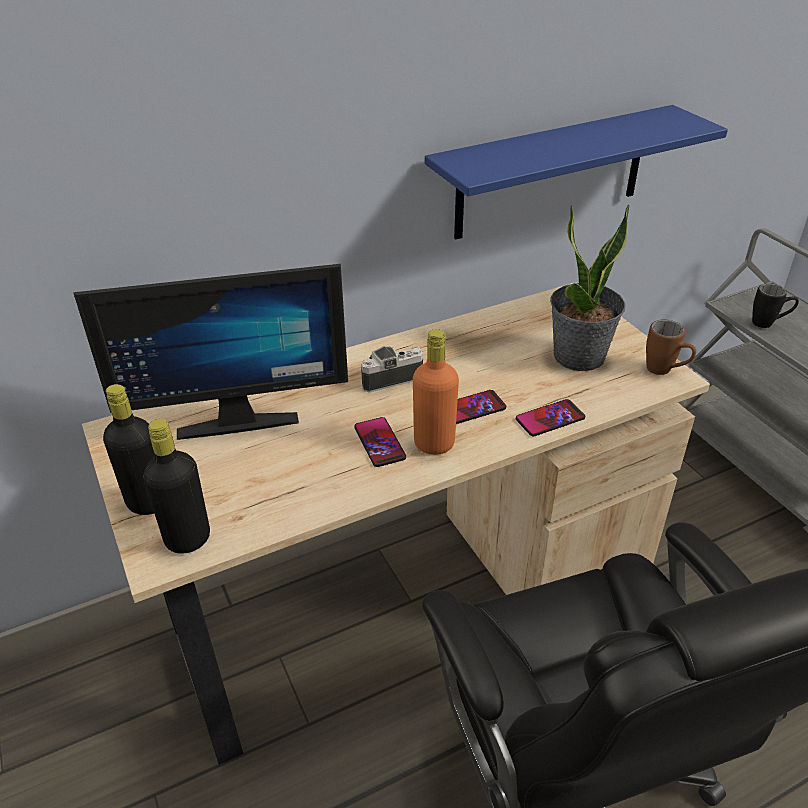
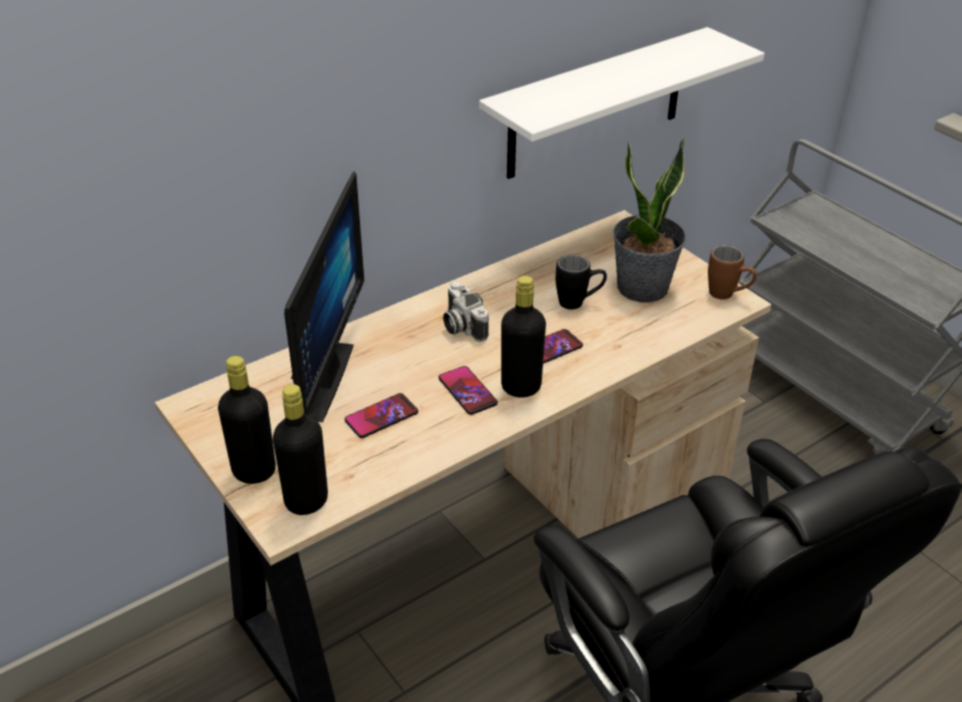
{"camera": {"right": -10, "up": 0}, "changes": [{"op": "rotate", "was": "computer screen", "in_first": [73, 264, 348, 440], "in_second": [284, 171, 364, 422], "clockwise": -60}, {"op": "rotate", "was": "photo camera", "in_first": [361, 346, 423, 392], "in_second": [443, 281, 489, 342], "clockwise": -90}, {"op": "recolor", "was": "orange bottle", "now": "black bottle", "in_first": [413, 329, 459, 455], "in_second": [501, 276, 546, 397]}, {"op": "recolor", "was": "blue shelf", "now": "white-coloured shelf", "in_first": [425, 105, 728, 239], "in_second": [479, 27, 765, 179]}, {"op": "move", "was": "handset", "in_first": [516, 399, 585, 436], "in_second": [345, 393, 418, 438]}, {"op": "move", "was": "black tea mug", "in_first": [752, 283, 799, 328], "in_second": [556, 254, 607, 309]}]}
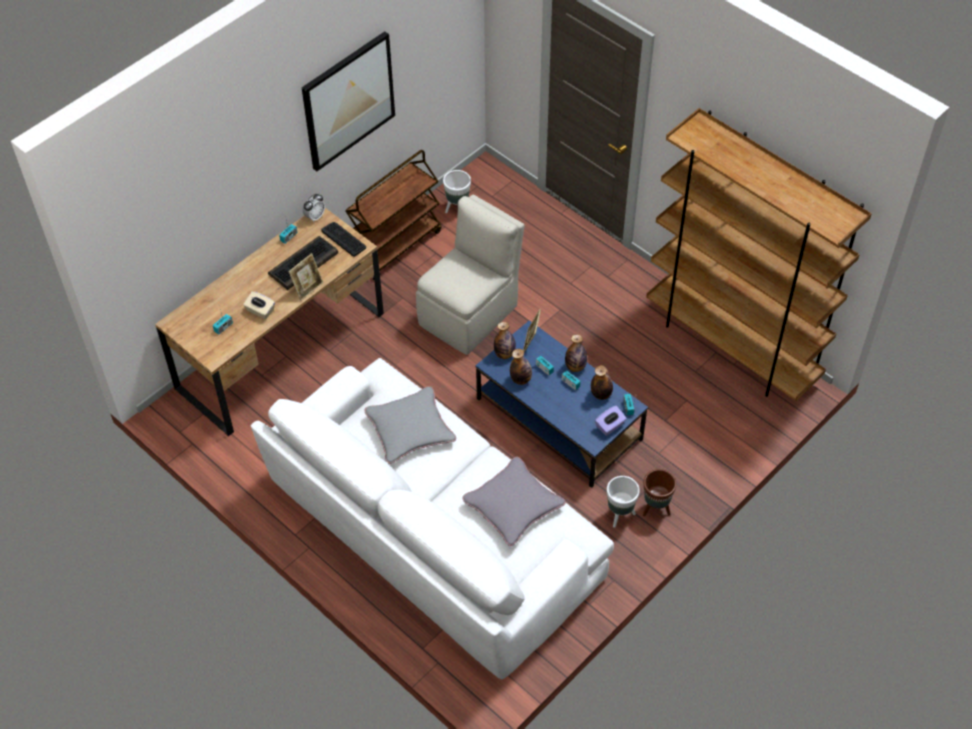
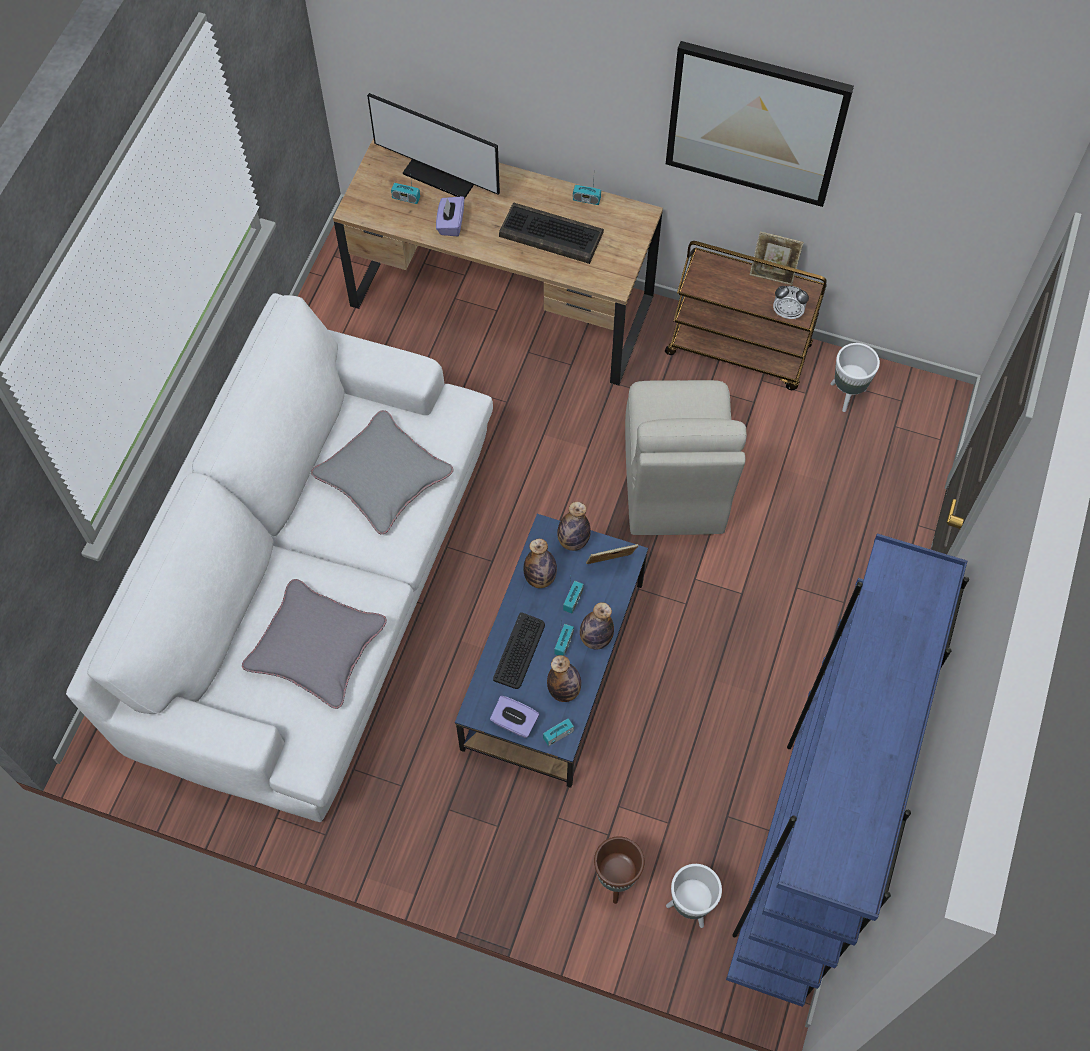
{"camera": {"right": 65, "up": 10}, "changes": [{"op": "recolor", "was": "sand-coloured box of tissues", "now": "purplish box of tissues", "in_first": [243, 291, 275, 319], "in_second": [436, 196, 464, 237]}, {"op": "move", "was": "picture frame", "in_first": [288, 253, 323, 301], "in_second": [750, 232, 804, 285]}, {"op": "move", "was": "table clock", "in_first": [303, 194, 325, 222], "in_second": [773, 286, 809, 320]}, {"op": "move", "was": "computer keyboard", "in_first": [321, 222, 366, 257], "in_second": [493, 612, 545, 689]}, {"op": "rotate", "was": "sand-coloured plain chair", "in_first": [416, 195, 524, 355], "in_second": [625, 380, 747, 535], "clockwise": 75}, {"op": "move", "was": "white-coloured planter", "in_first": [607, 476, 640, 528], "in_second": [666, 864, 722, 928]}, {"op": "move", "was": "brown planter", "in_first": [643, 469, 676, 516], "in_second": [594, 836, 644, 904]}, {"op": "recolor", "was": "brown bookcase", "now": "blue bookcase", "in_first": [646, 108, 872, 401], "in_second": [726, 533, 969, 1007]}, {"op": "insert", "now": "computer screen", "in_second": [367, 93, 500, 199]}]}
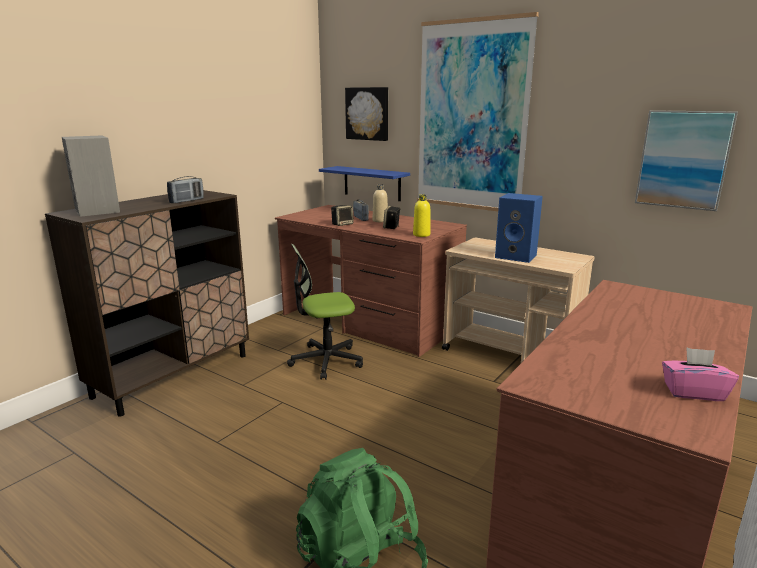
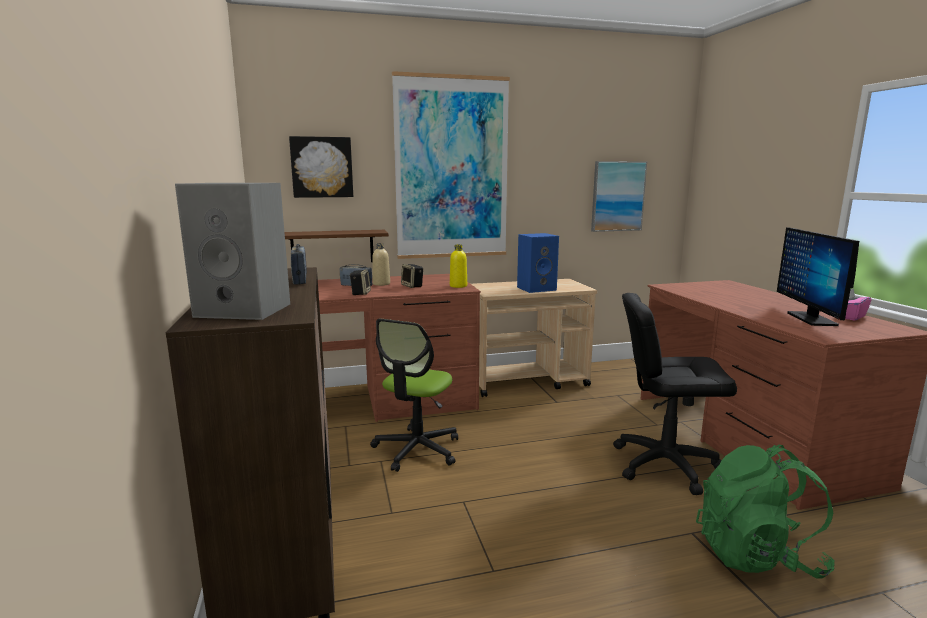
{"camera": {"right": -50, "up": -5}, "changes": [{"op": "recolor", "was": "blue shelf", "now": "brown shelf", "in_first": [319, 166, 410, 201], "in_second": [284, 230, 389, 262]}, {"op": "insert", "now": "black desk chair", "in_second": [613, 293, 737, 495]}, {"op": "insert", "now": "computer screen", "in_second": [777, 227, 859, 326]}]}
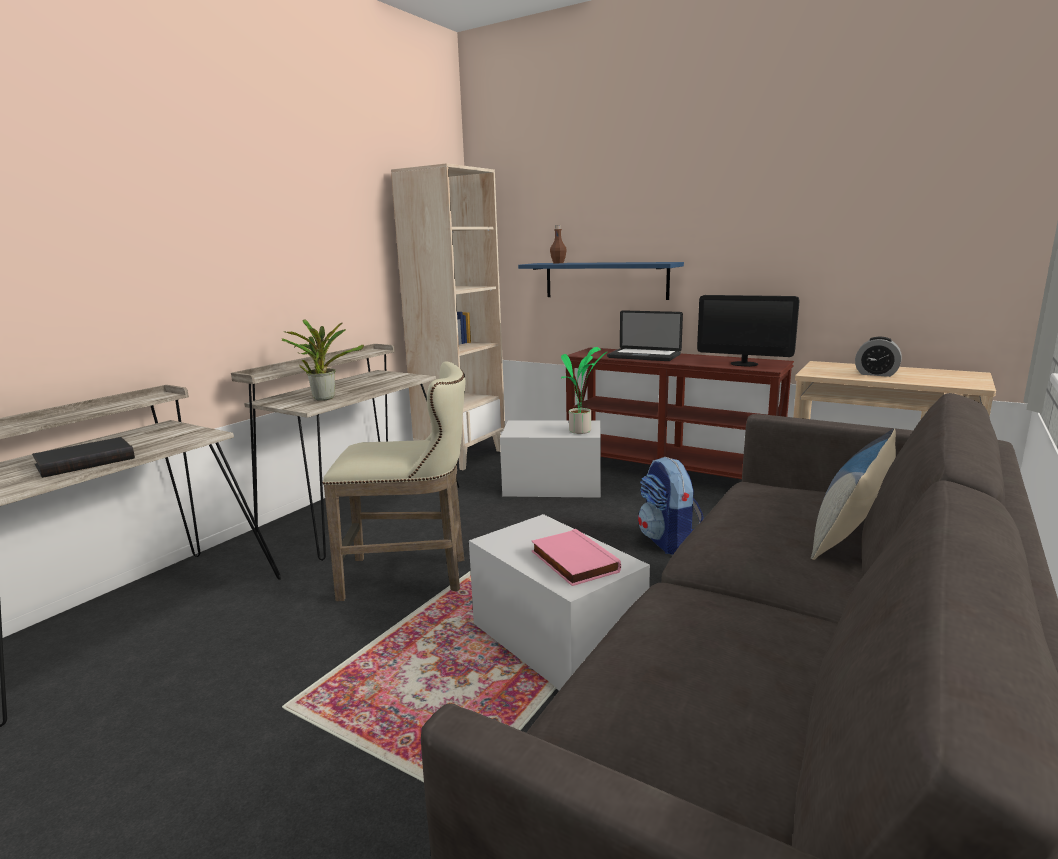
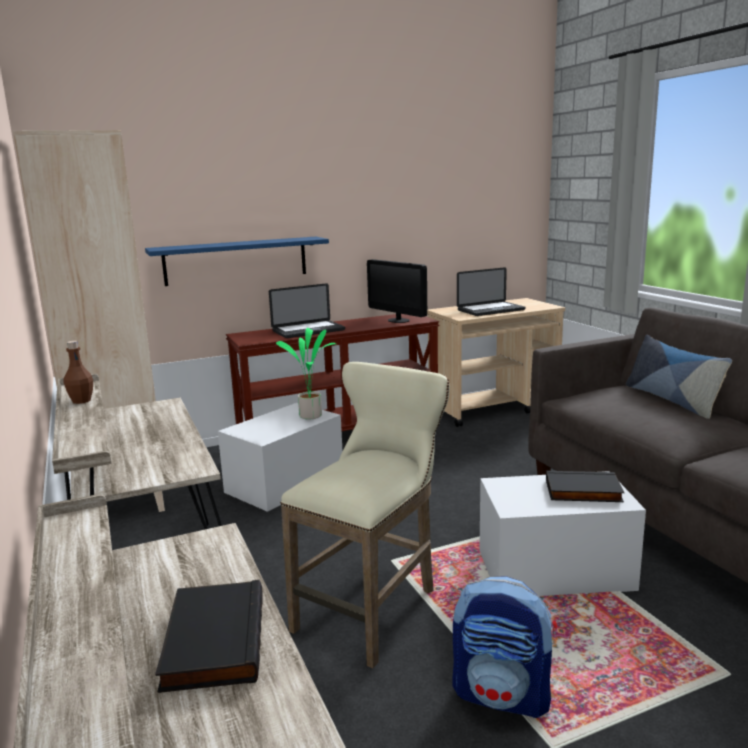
{"camera": {"right": -55, "up": 0}, "changes": [{"op": "delete", "was": "plant in a pot", "in_first": [282, 319, 364, 401]}, {"op": "recolor", "was": "pink bound book", "now": "black bound book", "in_first": [532, 529, 621, 586], "in_second": [546, 471, 624, 502]}, {"op": "move", "was": "brown bottle", "in_first": [550, 225, 567, 263], "in_second": [64, 341, 93, 404]}, {"op": "move", "was": "backpack", "in_first": [638, 457, 704, 555], "in_second": [453, 576, 557, 718]}, {"op": "rotate", "was": "computer screen", "in_first": [697, 295, 800, 367], "in_second": [367, 259, 427, 323], "clockwise": 75}, {"op": "replace", "was": "table clock", "now": "portable computer", "in_first": [855, 337, 902, 377], "in_second": [457, 267, 525, 316]}]}
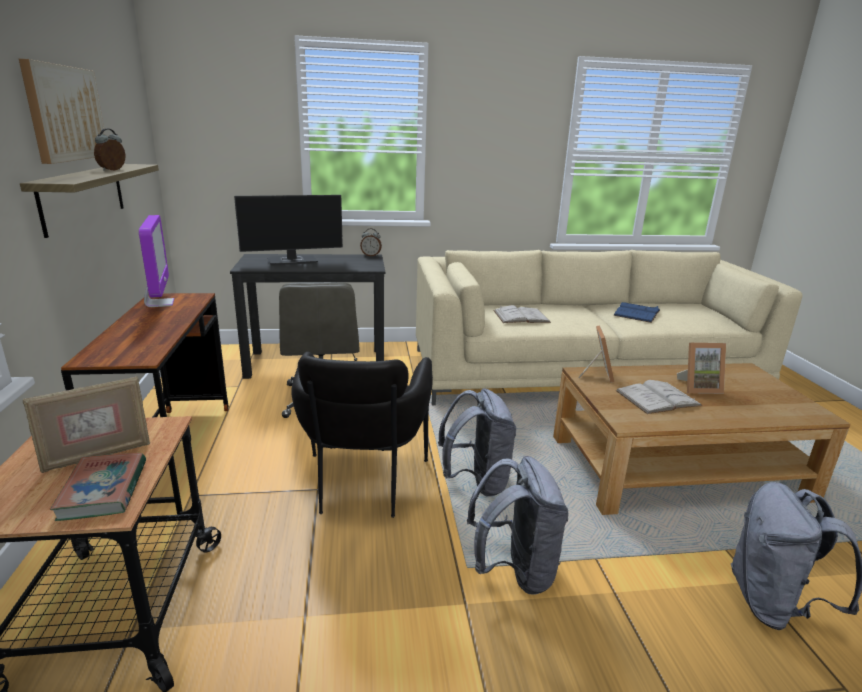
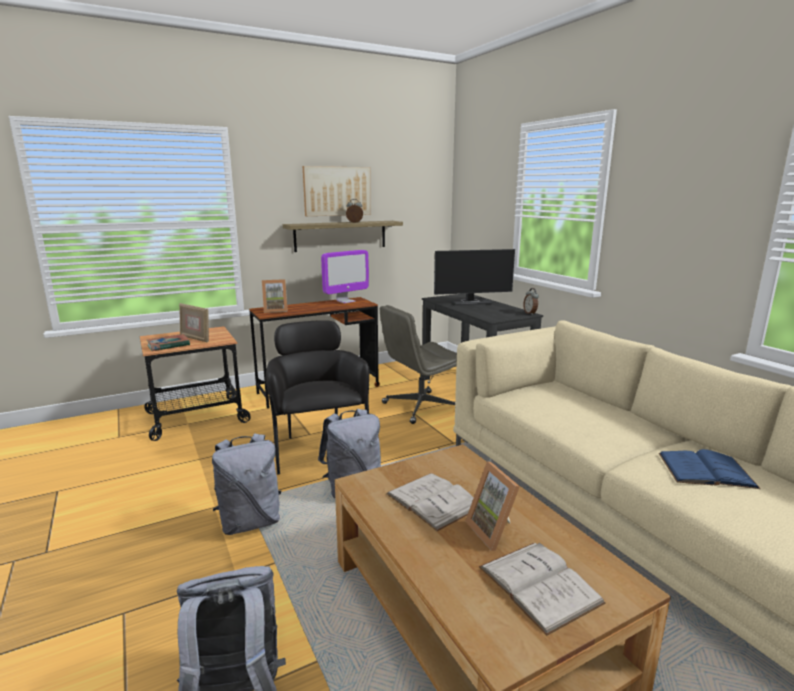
{"camera": {"right": 70, "up": -5}, "changes": [{"op": "rotate", "was": "computer screen", "in_first": [234, 195, 343, 266], "in_second": [434, 249, 515, 306], "clockwise": -60}, {"op": "rotate", "was": "black lounge chair", "in_first": [292, 352, 433, 518], "in_second": [266, 320, 369, 475], "clockwise": 90}, {"op": "move", "was": "white-coloured bound book", "in_first": [493, 305, 551, 323], "in_second": [479, 542, 606, 635]}, {"op": "move", "was": "picture frame", "in_first": [578, 325, 614, 383], "in_second": [262, 279, 288, 313]}]}
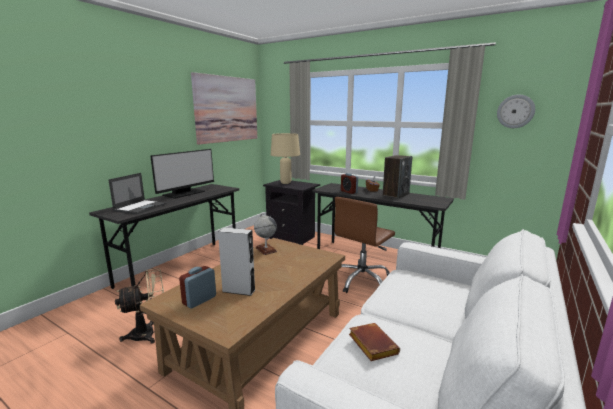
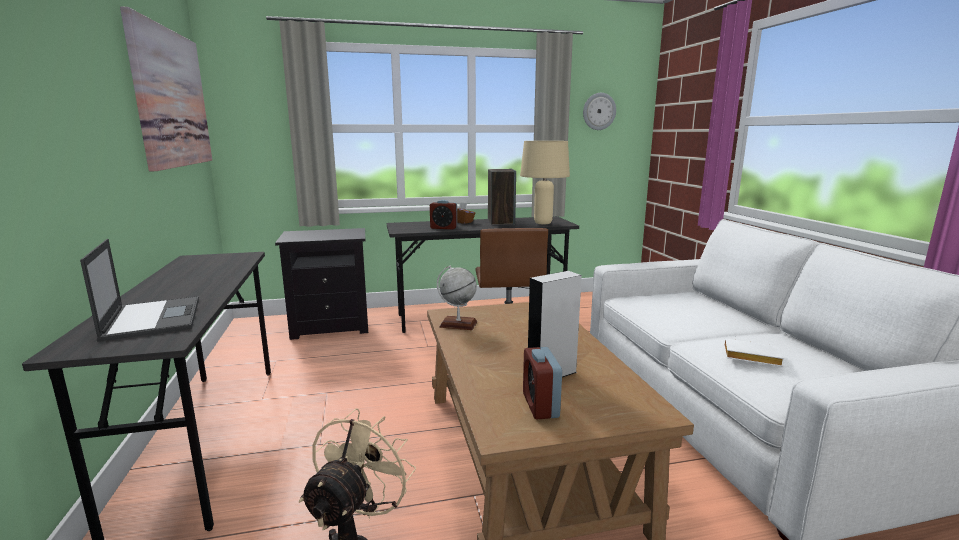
{"camera": {"right": -45, "up": 0}, "changes": [{"op": "delete", "was": "computer screen", "in_first": [150, 149, 214, 199]}, {"op": "move", "was": "sand-coloured table lamp", "in_first": [271, 133, 300, 184], "in_second": [520, 141, 570, 224]}, {"op": "recolor", "was": "brown bound book", "now": "white-coloured bound book", "in_first": [349, 323, 400, 361], "in_second": [724, 339, 784, 367]}]}
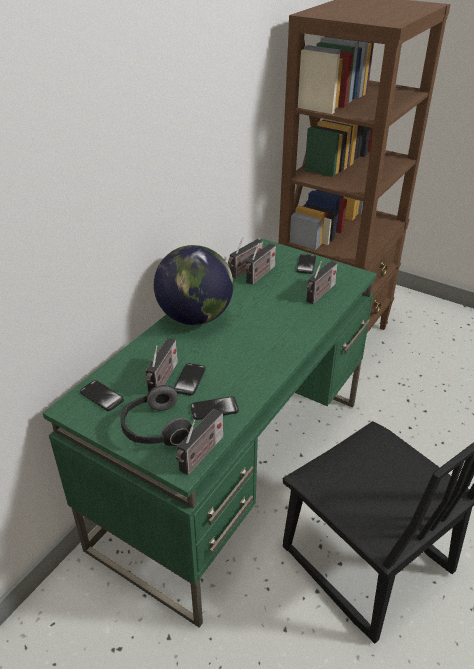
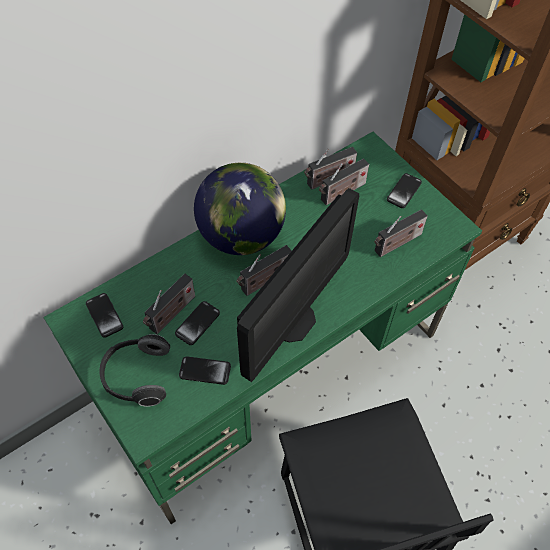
{"camera": {"right": 20, "up": 20}, "changes": [{"op": "move", "was": "radio receiver", "in_first": [176, 409, 223, 475], "in_second": [237, 245, 291, 296]}, {"op": "insert", "now": "computer screen", "in_second": [237, 188, 359, 382]}]}
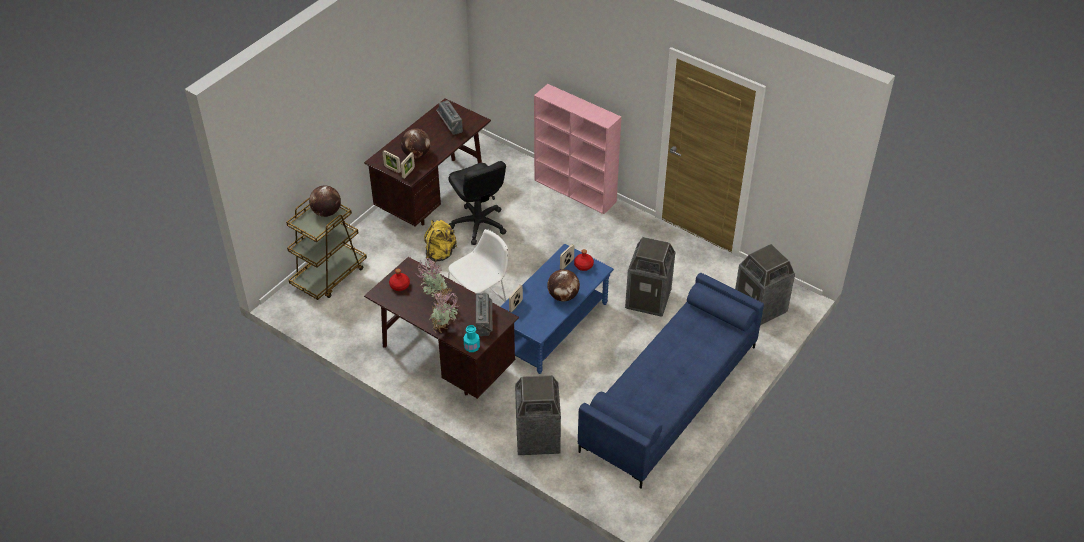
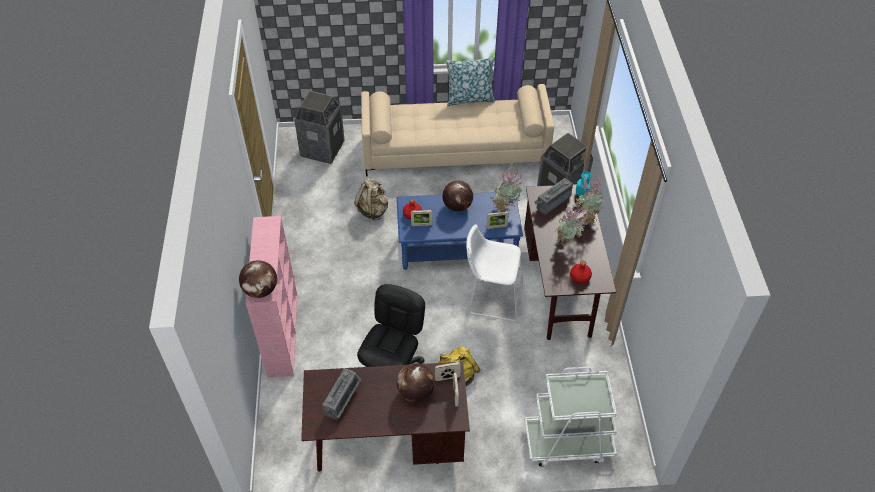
{"camera": {"right": -130, "up": 5}, "changes": [{"op": "recolor", "was": "brown trolley", "now": "white-coloured trolley", "in_first": [286, 198, 367, 300], "in_second": [525, 367, 617, 467]}, {"op": "move", "was": "world globe", "in_first": [309, 185, 341, 217], "in_second": [239, 260, 277, 298]}, {"op": "recolor", "was": "blue sofa", "now": "sand-coloured sofa", "in_first": [578, 273, 764, 489], "in_second": [361, 84, 554, 177]}, {"op": "replace", "was": "waste bin", "now": "sand-coloured backpack", "in_first": [625, 237, 675, 317], "in_second": [354, 178, 388, 220]}, {"op": "insert", "now": "cushion", "in_second": [445, 57, 495, 106]}, {"op": "insert", "now": "plant in a pot", "in_second": [490, 165, 522, 212]}]}
